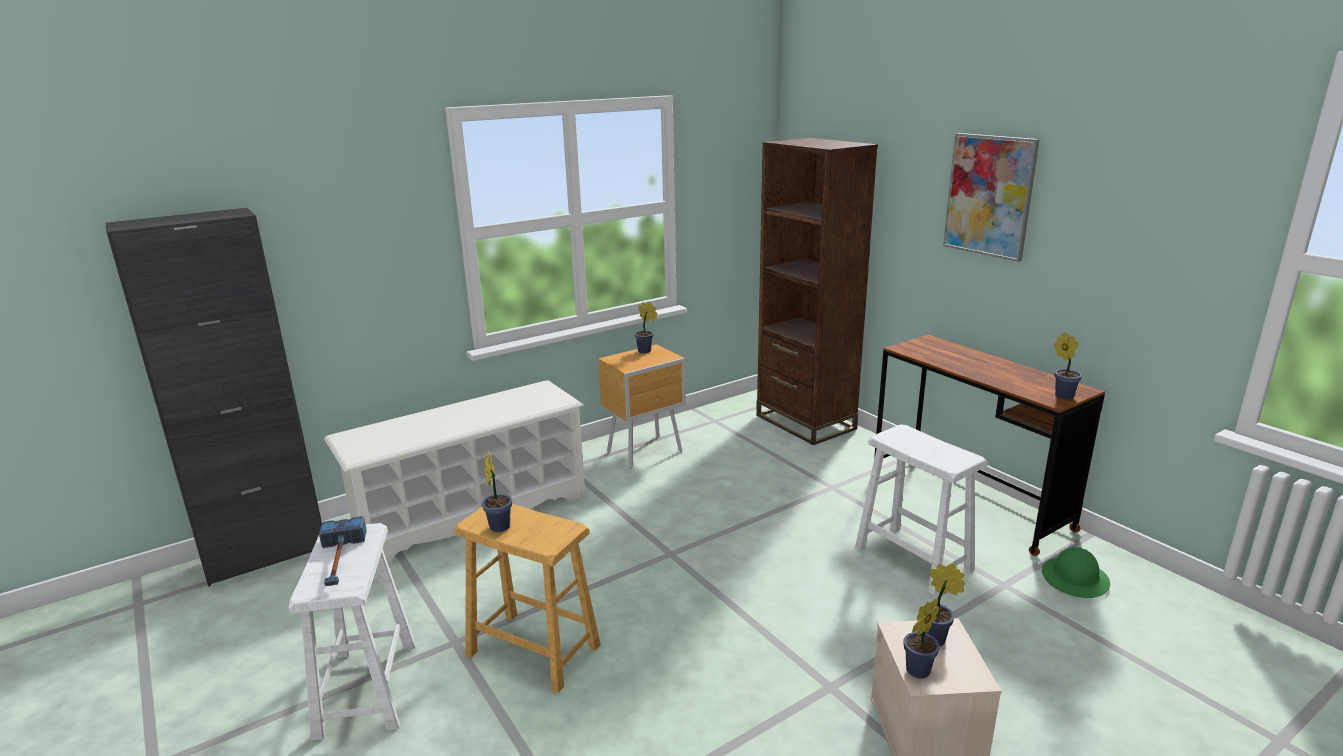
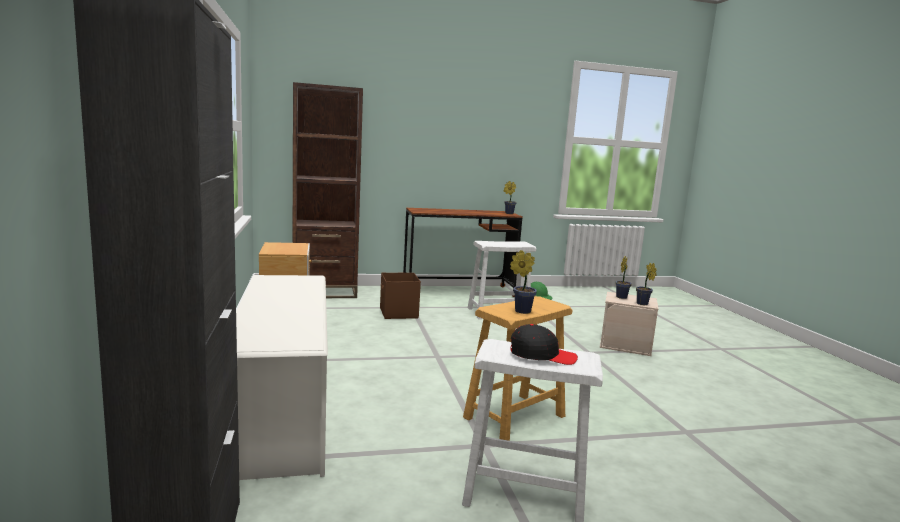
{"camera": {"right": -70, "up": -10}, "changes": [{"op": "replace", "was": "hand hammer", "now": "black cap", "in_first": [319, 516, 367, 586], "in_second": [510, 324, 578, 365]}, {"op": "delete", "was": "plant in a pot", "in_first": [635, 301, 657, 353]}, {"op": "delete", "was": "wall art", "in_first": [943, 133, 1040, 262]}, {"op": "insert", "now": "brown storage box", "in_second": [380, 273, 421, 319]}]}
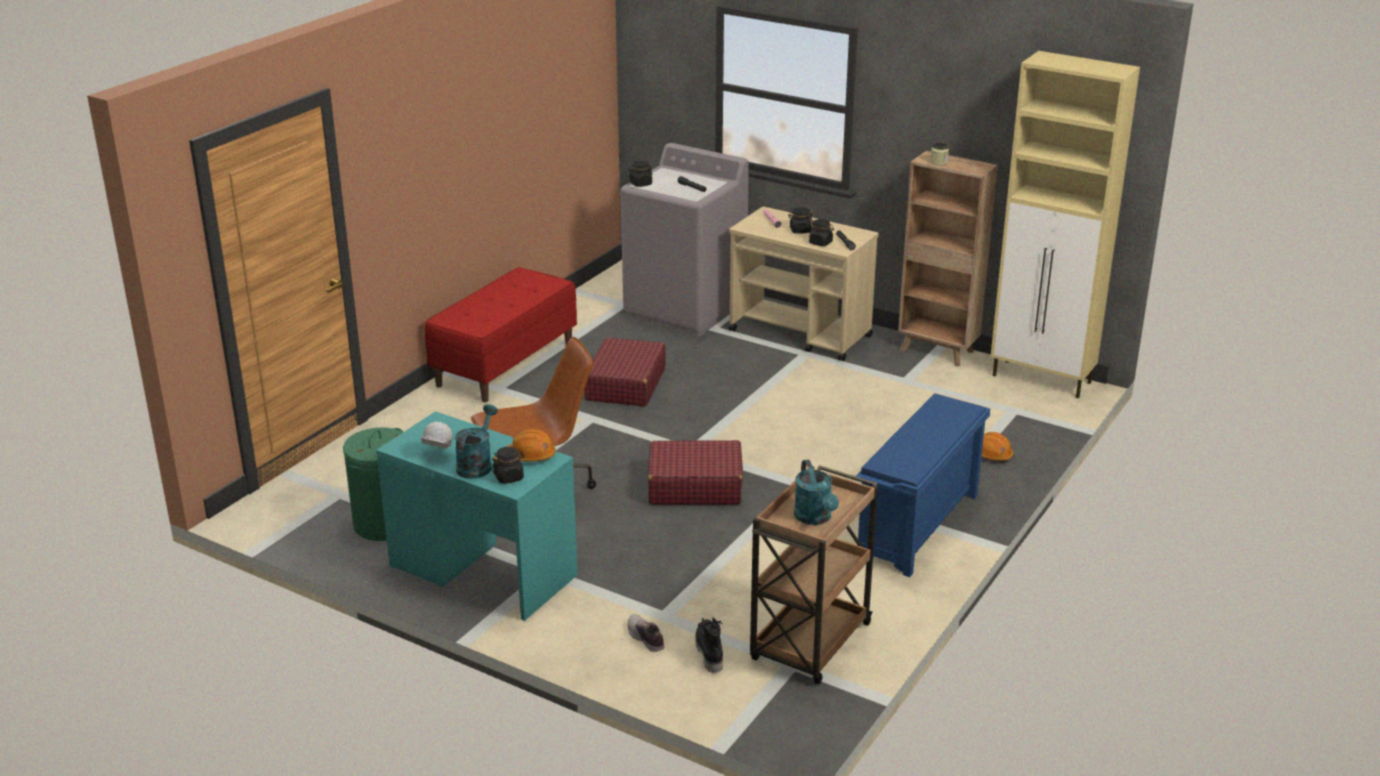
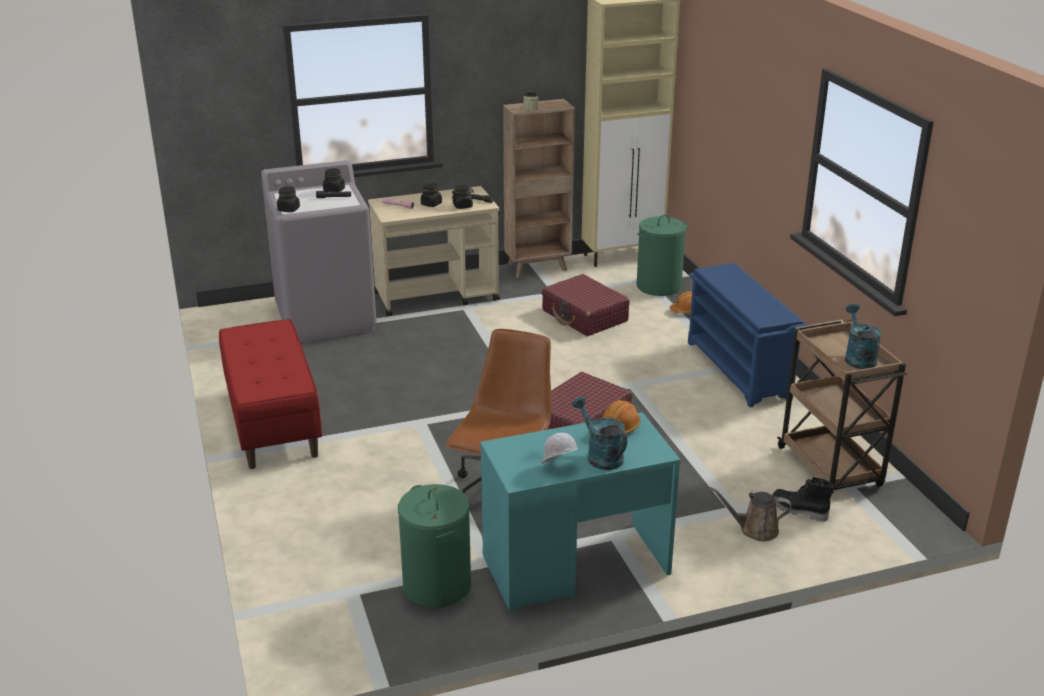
{"camera": {"right": -50, "up": 0}, "changes": [{"op": "move", "was": "black jar", "in_first": [492, 447, 525, 484], "in_second": [323, 168, 345, 192]}, {"op": "move", "was": "reddish suitcase", "in_first": [584, 337, 666, 407], "in_second": [542, 274, 630, 336]}, {"op": "replace", "was": "shoe", "now": "brown watering can", "in_first": [628, 614, 665, 652], "in_second": [710, 487, 792, 542]}, {"op": "rotate", "was": "turquoise-coloured watering can", "in_first": [794, 460, 839, 525], "in_second": [845, 303, 882, 369], "clockwise": -120}, {"op": "insert", "now": "green-coloured hamper", "in_second": [636, 215, 688, 296]}]}
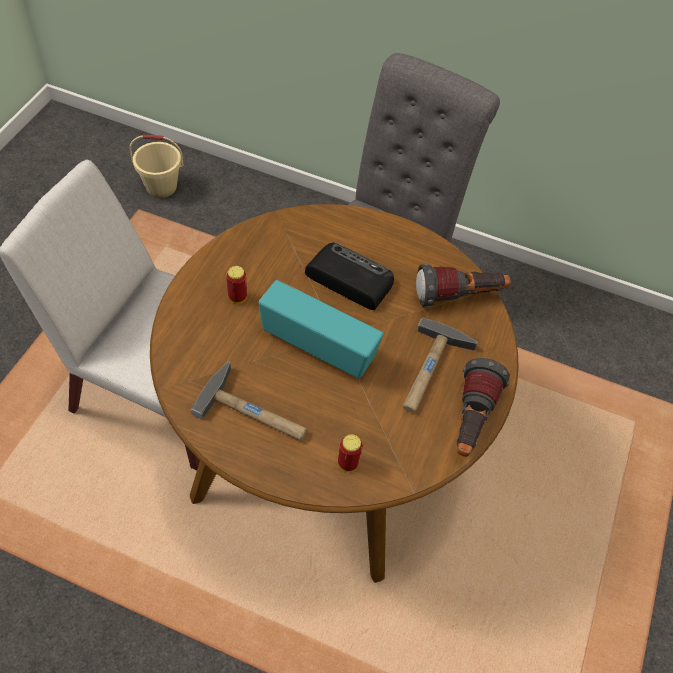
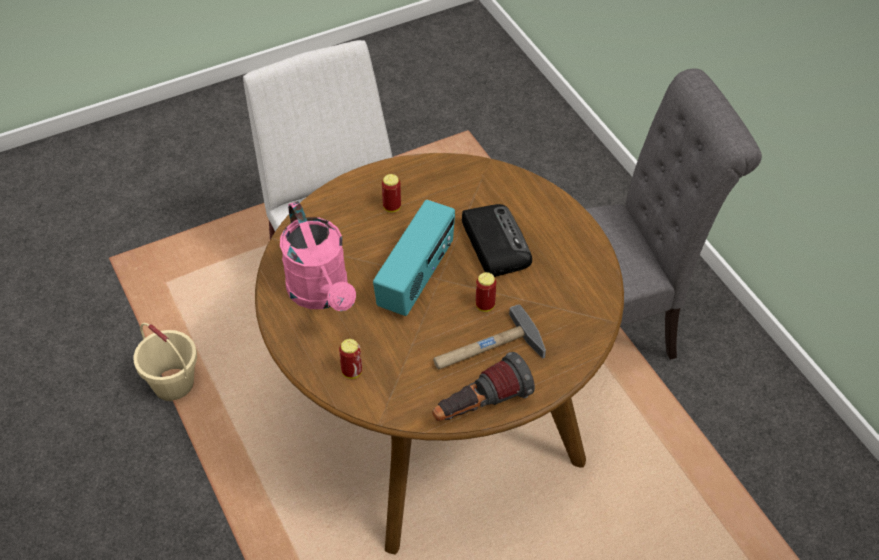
{"camera": {"right": 45, "up": -5}, "changes": [{"op": "move", "was": "sand-coloured water bucket", "in_first": [129, 135, 184, 198], "in_second": [134, 323, 197, 401]}, {"op": "replace", "was": "hand hammer", "now": "pink watering can", "in_first": [191, 361, 307, 440], "in_second": [280, 201, 356, 311]}, {"op": "rotate", "was": "radio receiver", "in_first": [258, 280, 384, 378], "in_second": [373, 200, 455, 316], "clockwise": 45}, {"op": "delete", "was": "torch", "in_first": [416, 263, 511, 307]}, {"op": "insert", "now": "can", "in_second": [476, 272, 496, 312]}]}
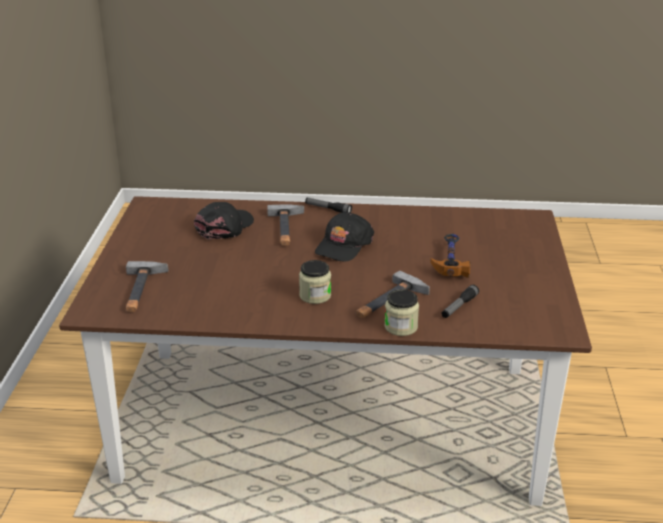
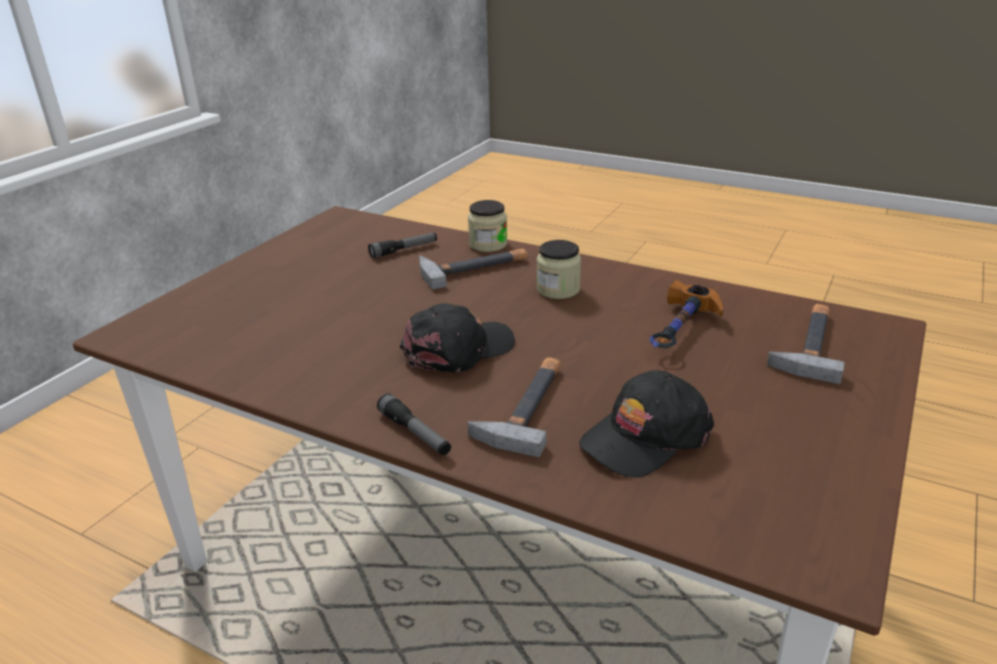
{"camera": {"right": -155, "up": 0}, "changes": [{"op": "move", "was": "hand hammer", "in_first": [430, 234, 470, 278], "in_second": [650, 280, 723, 348]}]}
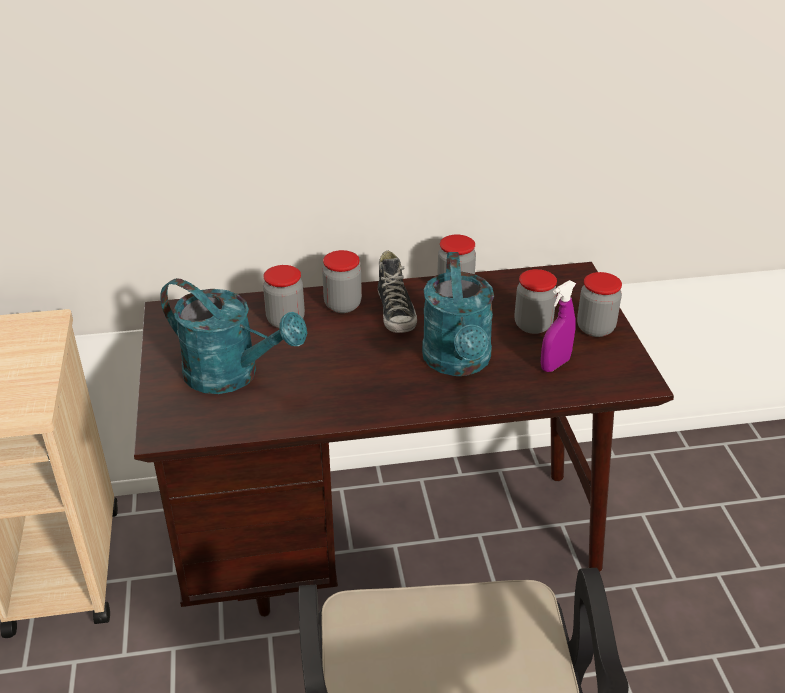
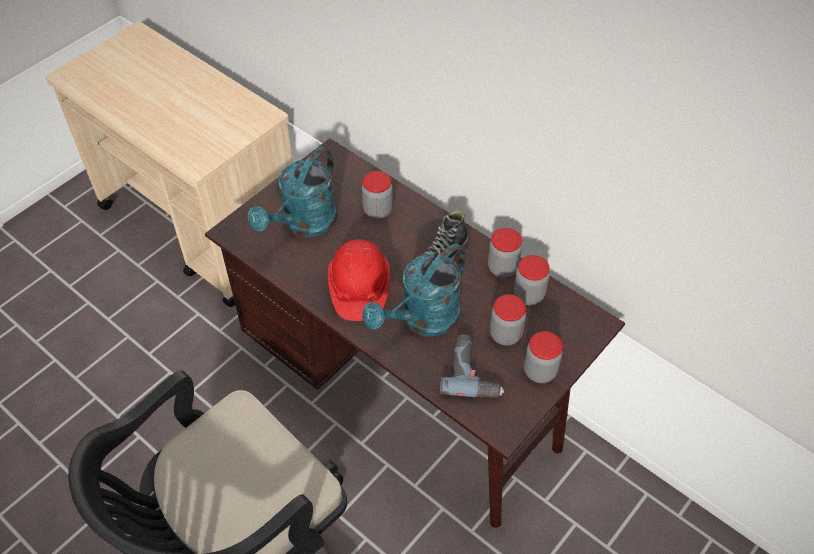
{"camera": {"right": 50, "up": 15}, "changes": [{"op": "rotate", "was": "turquoise-coloured watering can", "in_first": [160, 278, 307, 394], "in_second": [248, 147, 337, 237], "clockwise": 45}, {"op": "move", "was": "jar", "in_first": [322, 250, 362, 313], "in_second": [514, 255, 550, 305]}, {"op": "replace", "was": "purplish sprayer", "now": "electric drill", "in_first": [541, 280, 576, 372], "in_second": [440, 335, 504, 398]}, {"op": "insert", "now": "reddish hard hat", "in_second": [328, 239, 390, 321]}]}
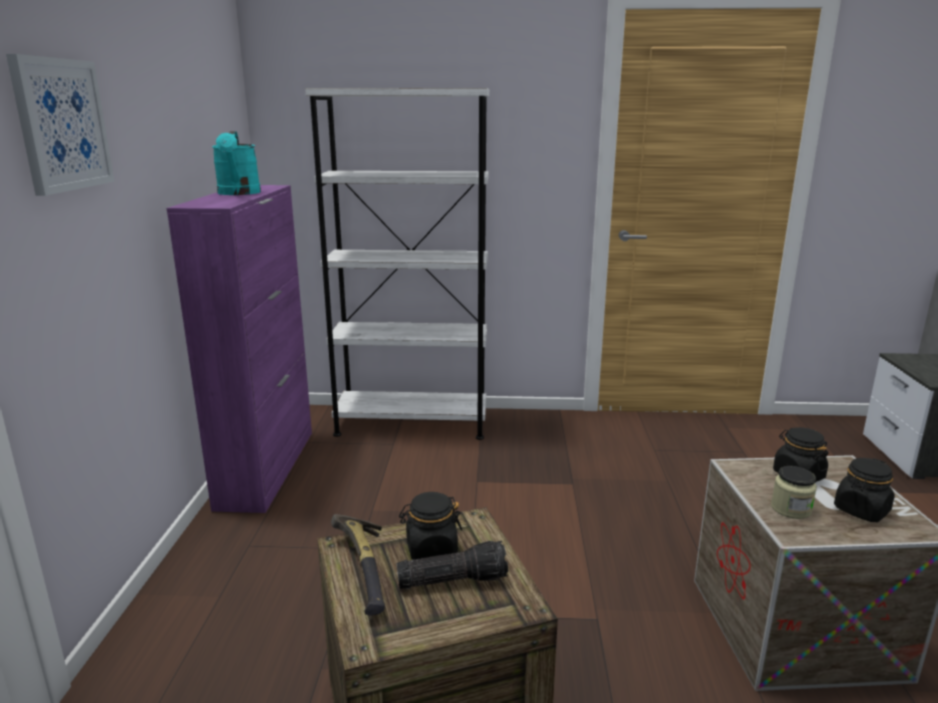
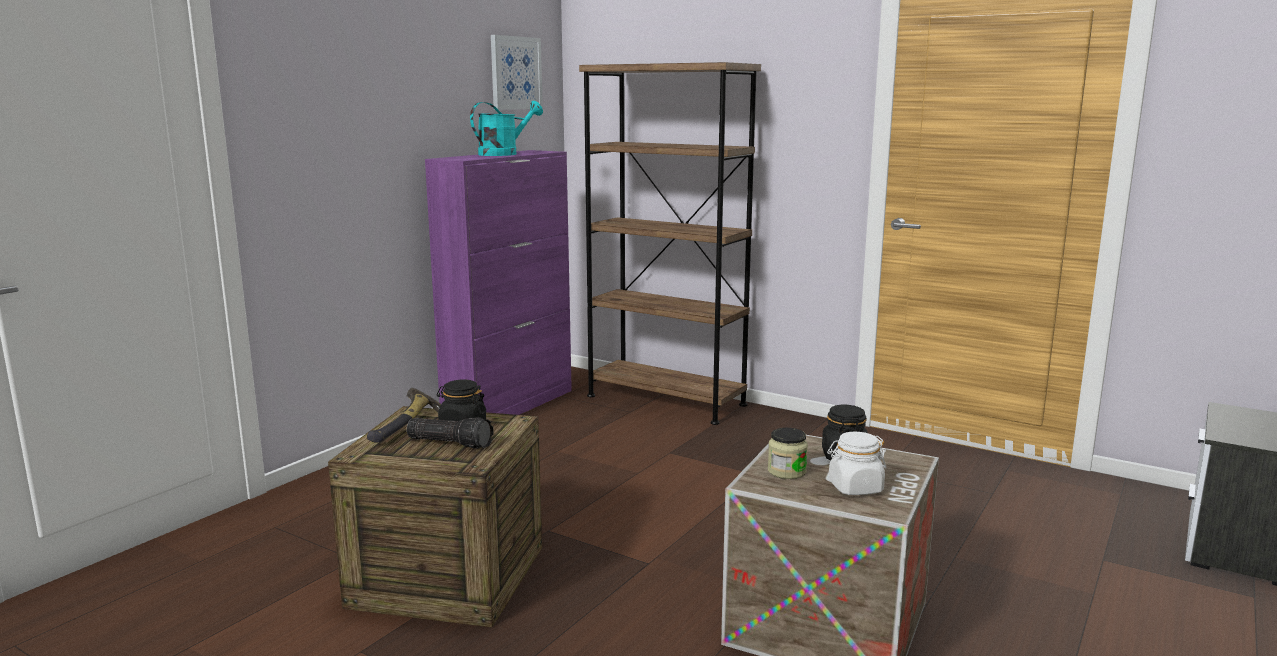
{"camera": {"right": 30, "up": -5}, "changes": [{"op": "move", "was": "wall art", "in_first": [6, 54, 115, 196], "in_second": [491, 35, 543, 110]}, {"op": "rotate", "was": "turquoise-coloured watering can", "in_first": [212, 131, 261, 195], "in_second": [470, 101, 543, 156], "clockwise": -150}, {"op": "recolor", "was": "white-coloured bookcase", "now": "brown bookcase", "in_first": [305, 88, 489, 440], "in_second": [579, 62, 761, 425]}, {"op": "recolor", "was": "black jar", "now": "white-coloured jar", "in_first": [834, 458, 895, 522], "in_second": [827, 432, 887, 495]}]}
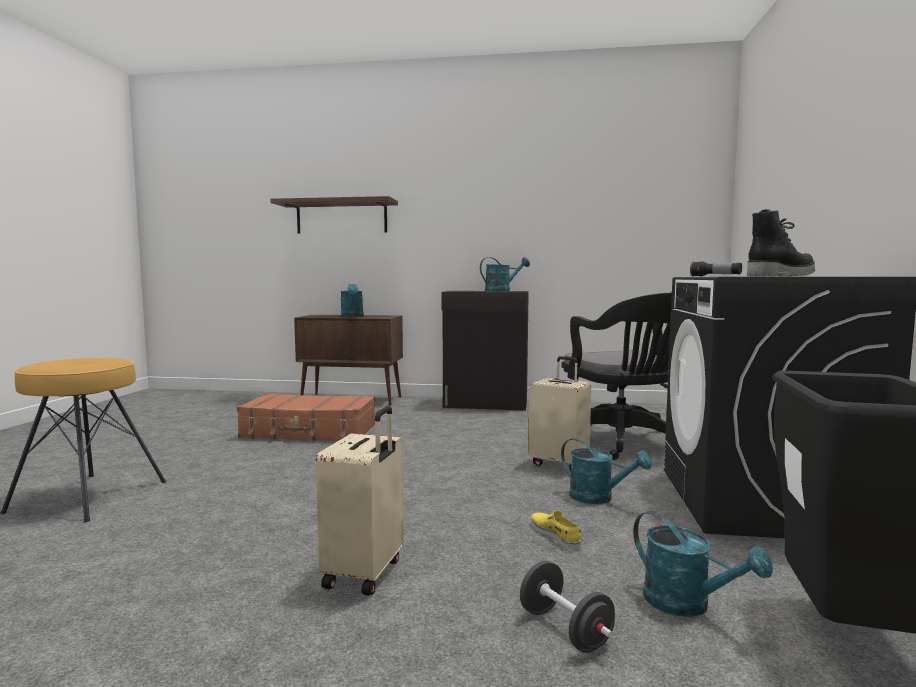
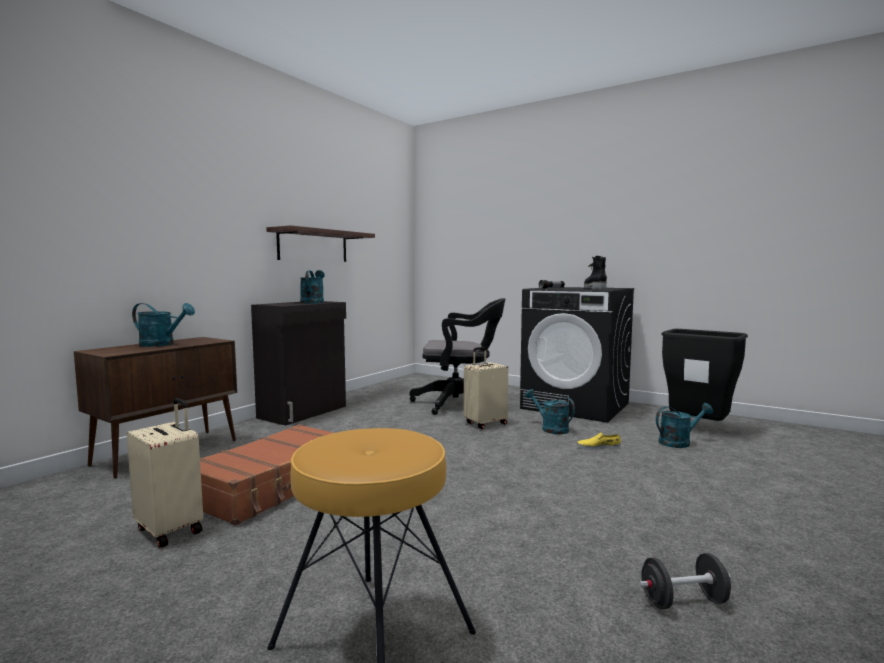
{"camera": {"right": -65, "up": 0}, "changes": [{"op": "move", "was": "shelf", "in_first": [271, 196, 398, 234], "in_second": [266, 225, 375, 262]}, {"op": "move", "was": "sand-coloured suitcase", "in_first": [316, 406, 404, 596], "in_second": [127, 398, 203, 548]}, {"op": "move", "was": "black hand weight", "in_first": [520, 561, 615, 653], "in_second": [639, 553, 731, 609]}, {"op": "rotate", "was": "turquoise-coloured watering can", "in_first": [561, 438, 652, 504], "in_second": [525, 389, 575, 434], "clockwise": -105}]}
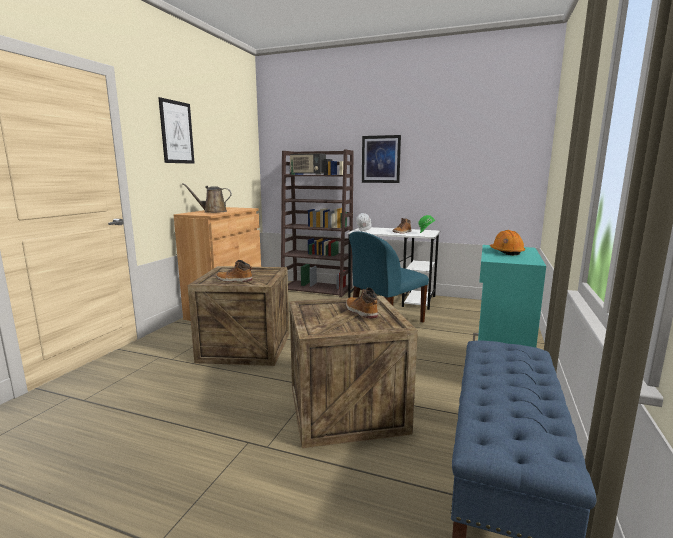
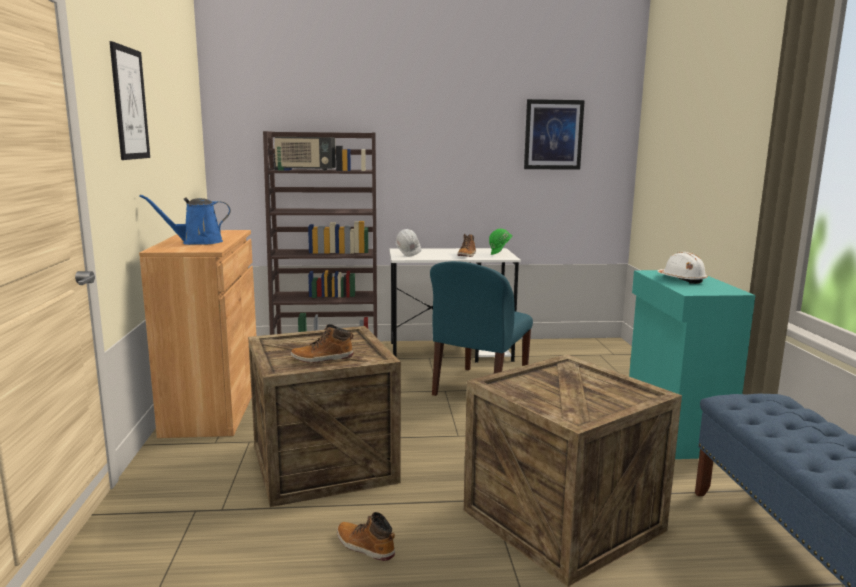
{"camera": {"right": -25, "up": 0}, "changes": [{"op": "recolor", "was": "brown watering can", "now": "blue watering can", "in_first": [182, 183, 232, 213], "in_second": [139, 195, 231, 245]}, {"op": "move", "was": "high-top boot", "in_first": [346, 288, 378, 319], "in_second": [337, 512, 395, 561]}, {"op": "move", "was": "wall art", "in_first": [362, 135, 401, 183], "in_second": [524, 99, 585, 170]}, {"op": "recolor", "was": "orange hard hat", "now": "white-coloured hard hat", "in_first": [490, 230, 525, 255], "in_second": [657, 252, 708, 284]}]}
